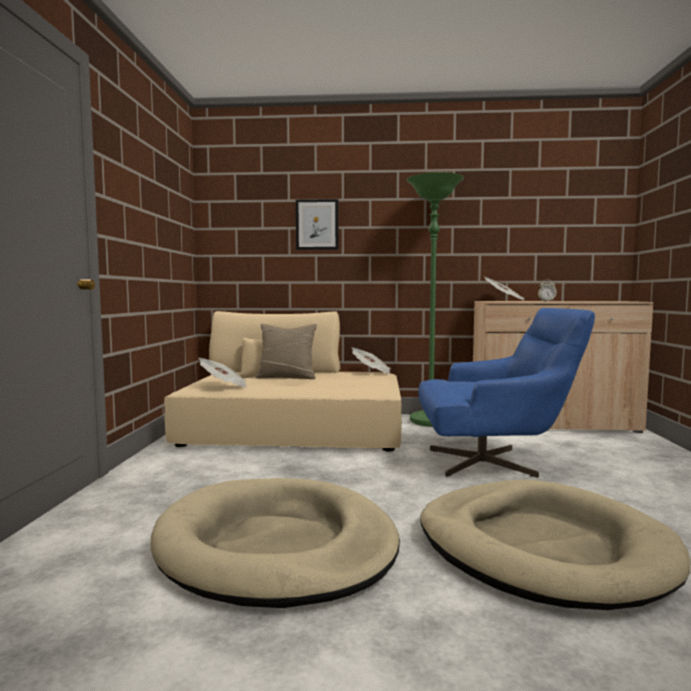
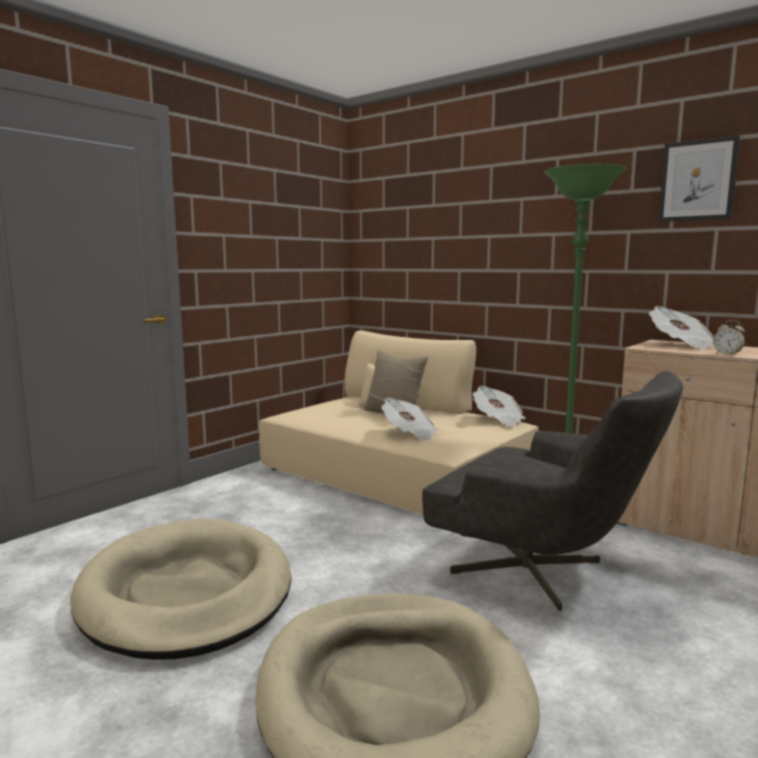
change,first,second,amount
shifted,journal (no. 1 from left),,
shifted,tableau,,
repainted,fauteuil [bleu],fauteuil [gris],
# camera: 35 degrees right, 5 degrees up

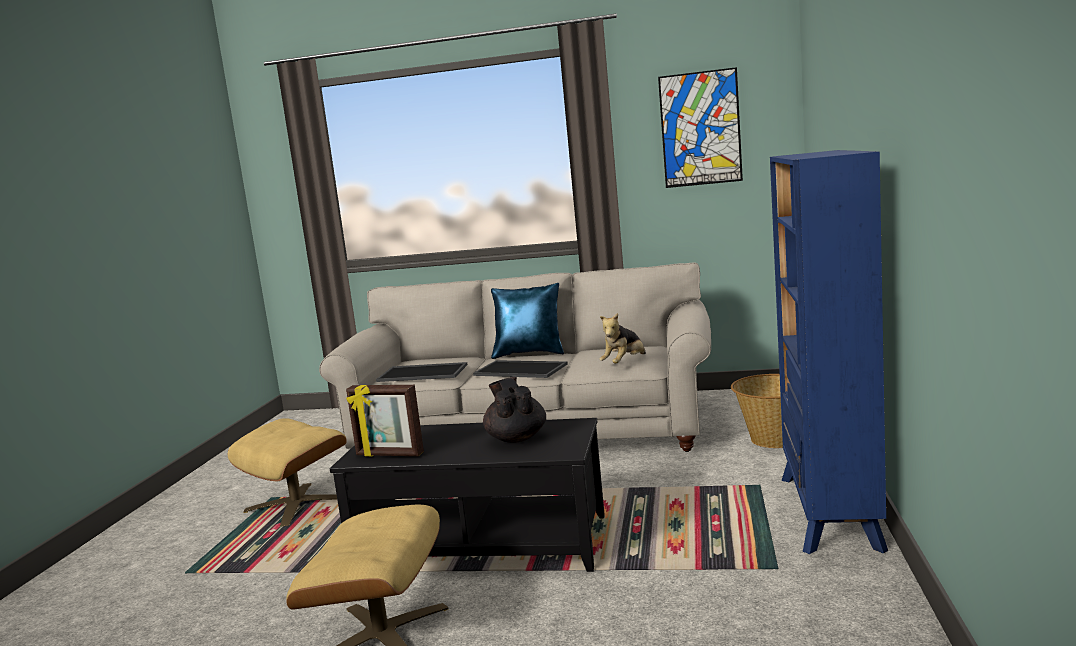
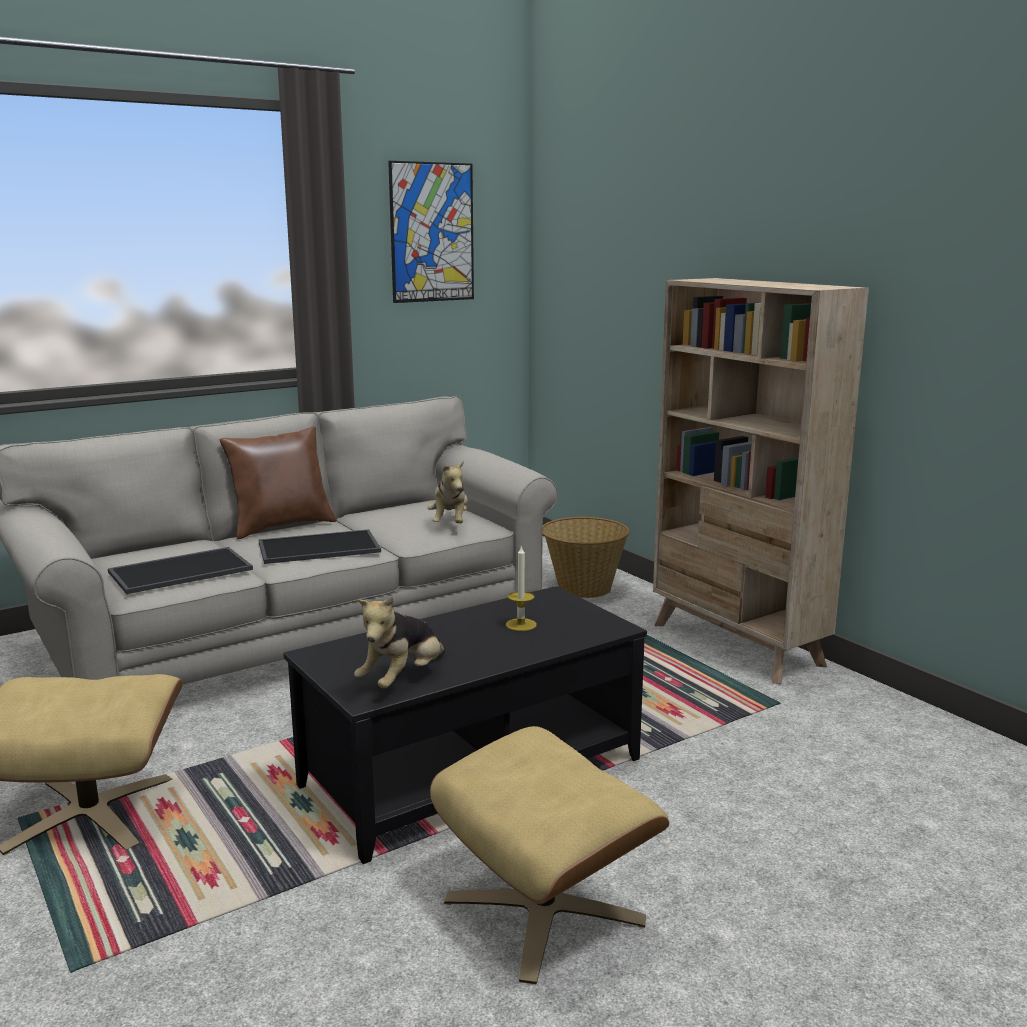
change,first,second,amount
swapped,cadre photo,peluche (no. 1 from left),
swapped,théière [noir],bougie,
repainted,coussin [bleu],coussin [marron],
repainted,bibliothèque [bleu],bibliothèque [beige],
# camera: 45 degrees left, 5 degrees up

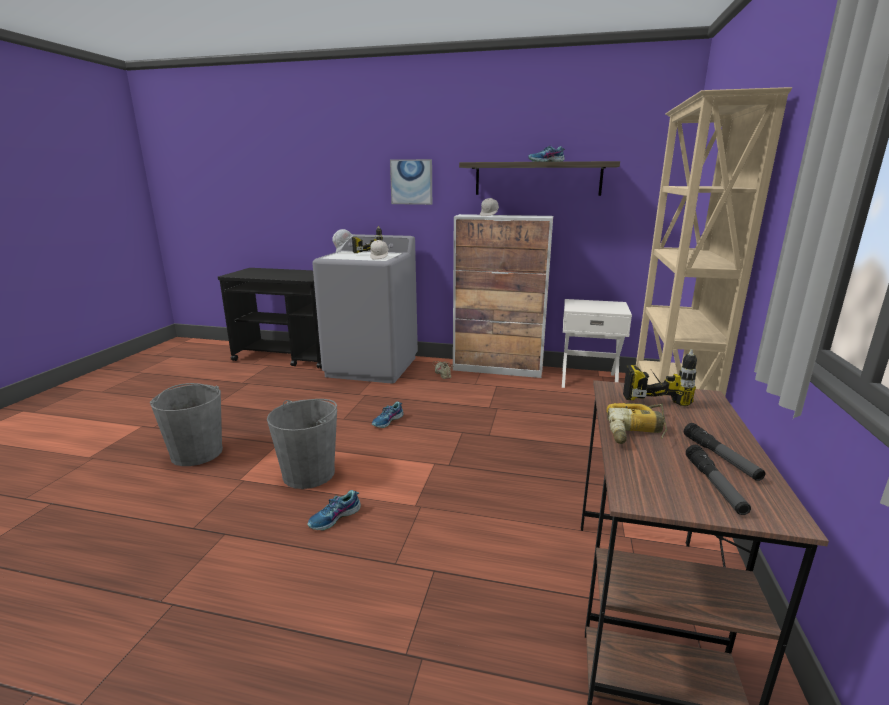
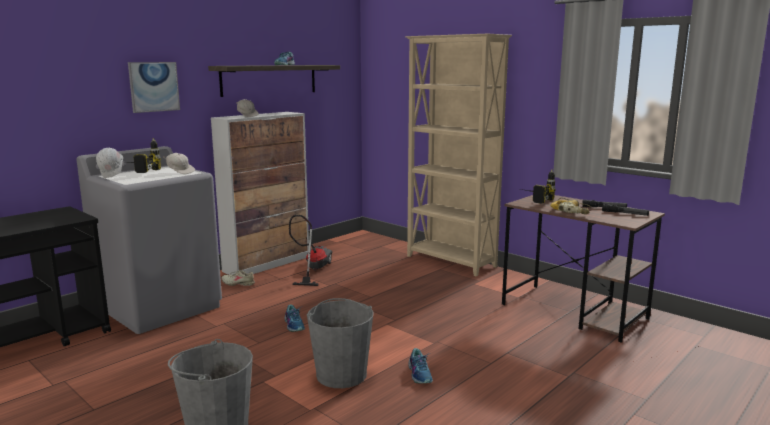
change,first,second,amount
gone,table de chevet [blanc],,
new,,aspirateur,
# camera: 60 degrees left, 5 degrees down

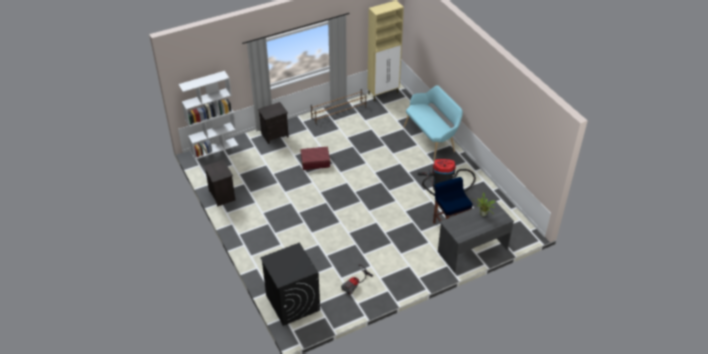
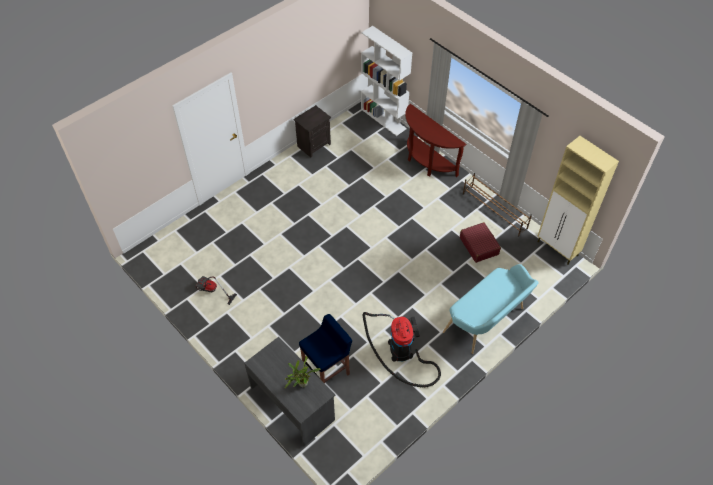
change,first,second,amount
swapped,table de chevet [noir] (no. 2 from left),table console [marron],
gone,lave-linge [noir],,
shifted,valise [rouge],,
# camera: 75 degrees right, 10 degrees up

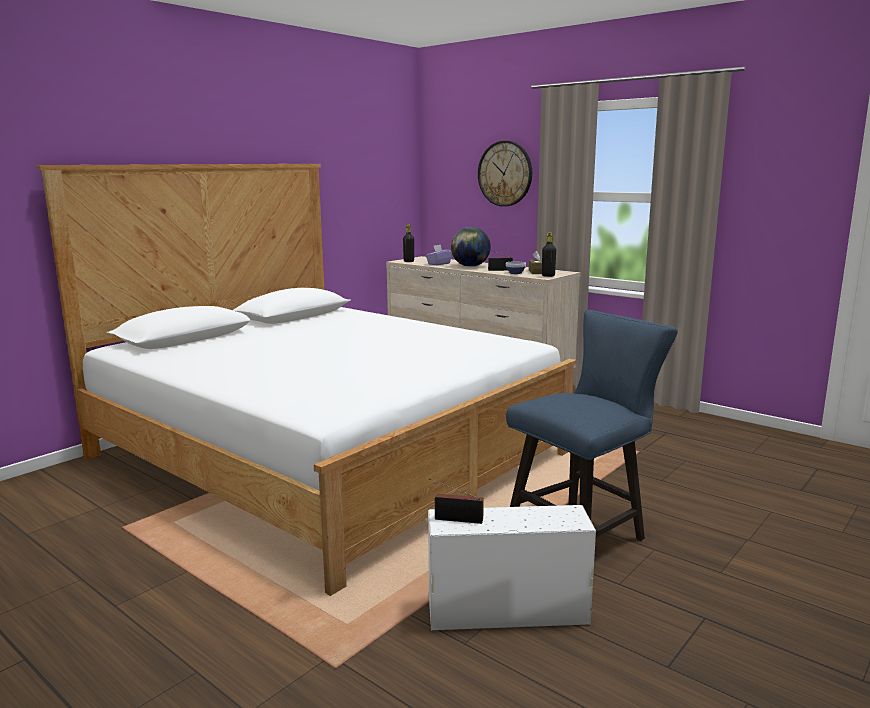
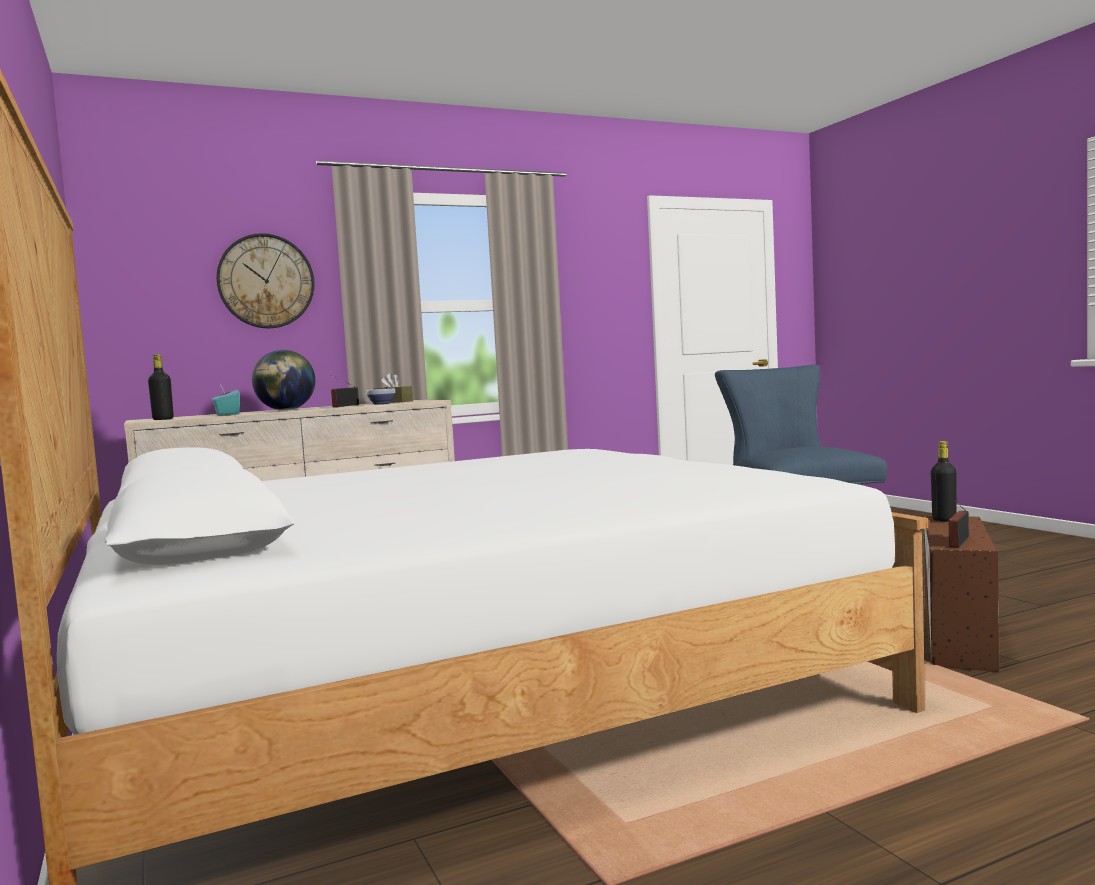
change,first,second,amount
repainted,boîte à mouchoirs [violet],boîte à mouchoirs [turquoise],
repainted,boîte de rangement [blanc],boîte de rangement [marron],
shifted,bouteille [noir] (no. 2 from left),,
# camera: 65 degrees left, 10 degrees down

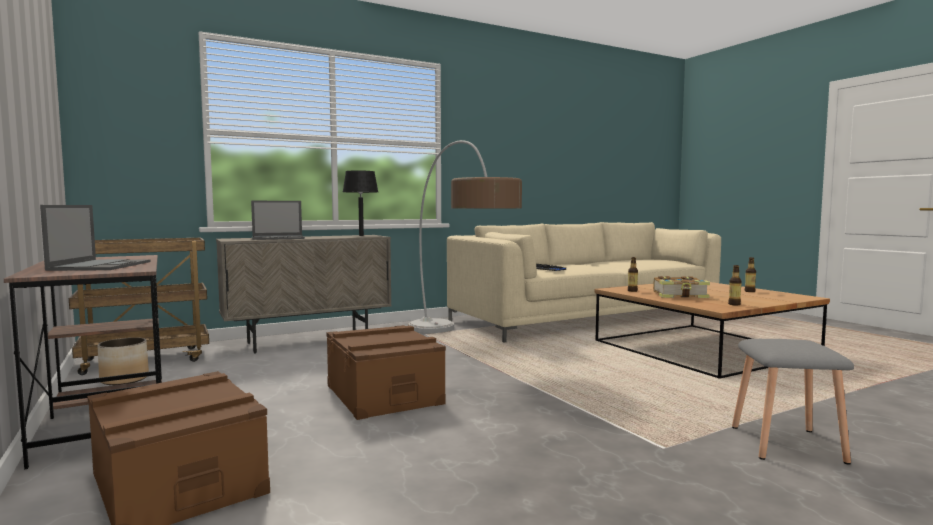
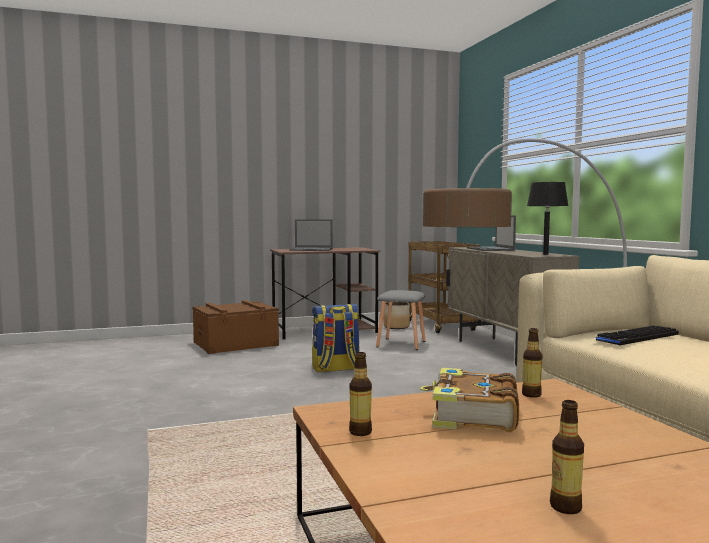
change,first,second,amount
swapped,boîte de rangement [marron] (no. 2 from left),sac à dos,
shifted,tabouret [gris],,
# camera: 100 degrees right, 0 degrees up

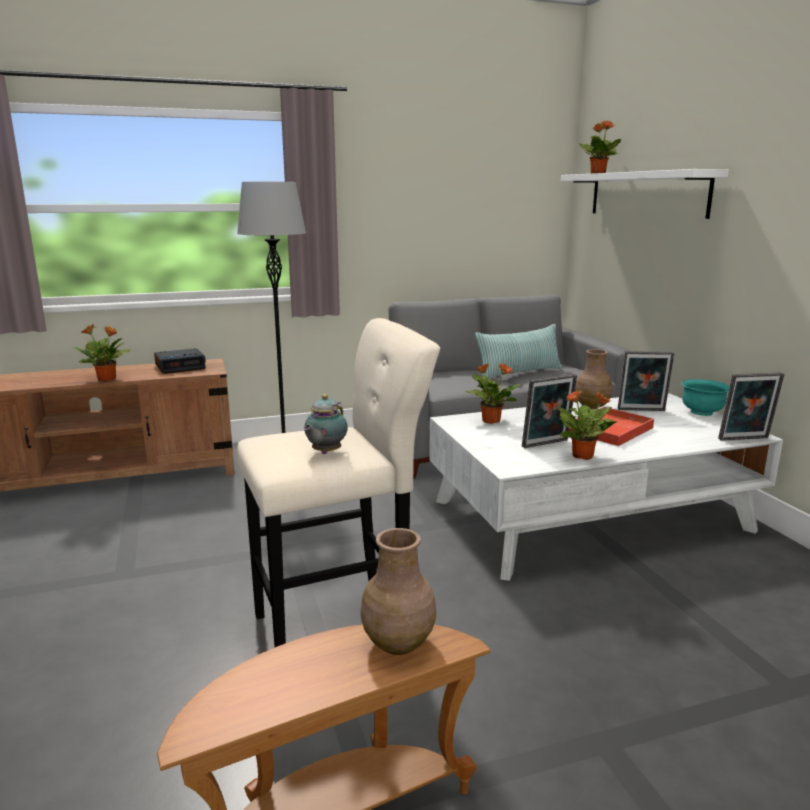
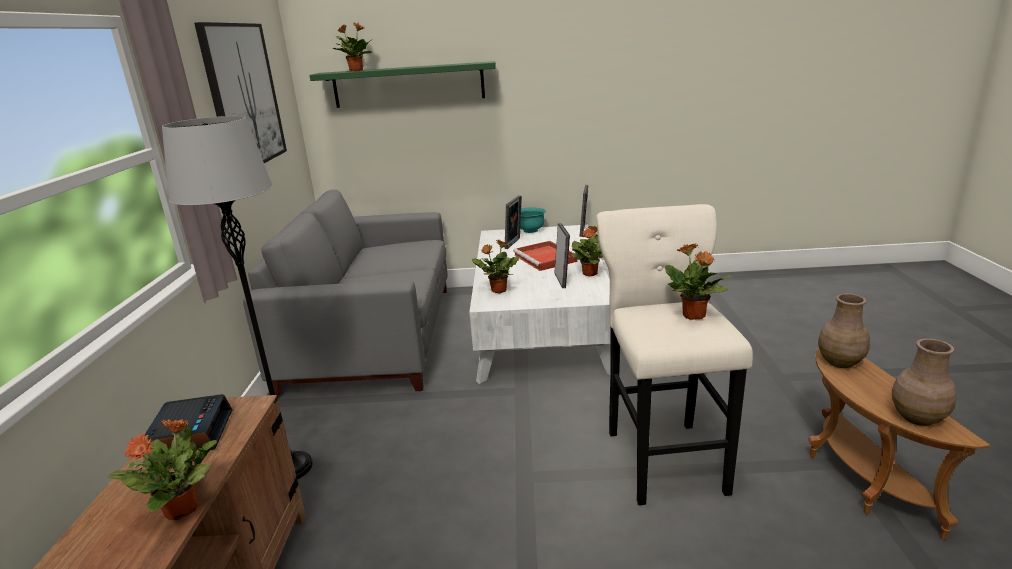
change,first,second,amount
swapped,théière,plante en pot (no. 5 from left),
gone,coussin,,
repainted,étagère [blanc],étagère [vert],
shifted,vase [marron] (no. 2 from left),,
new,,tableau,
# camera: 70 degrees left, 5 degrees up

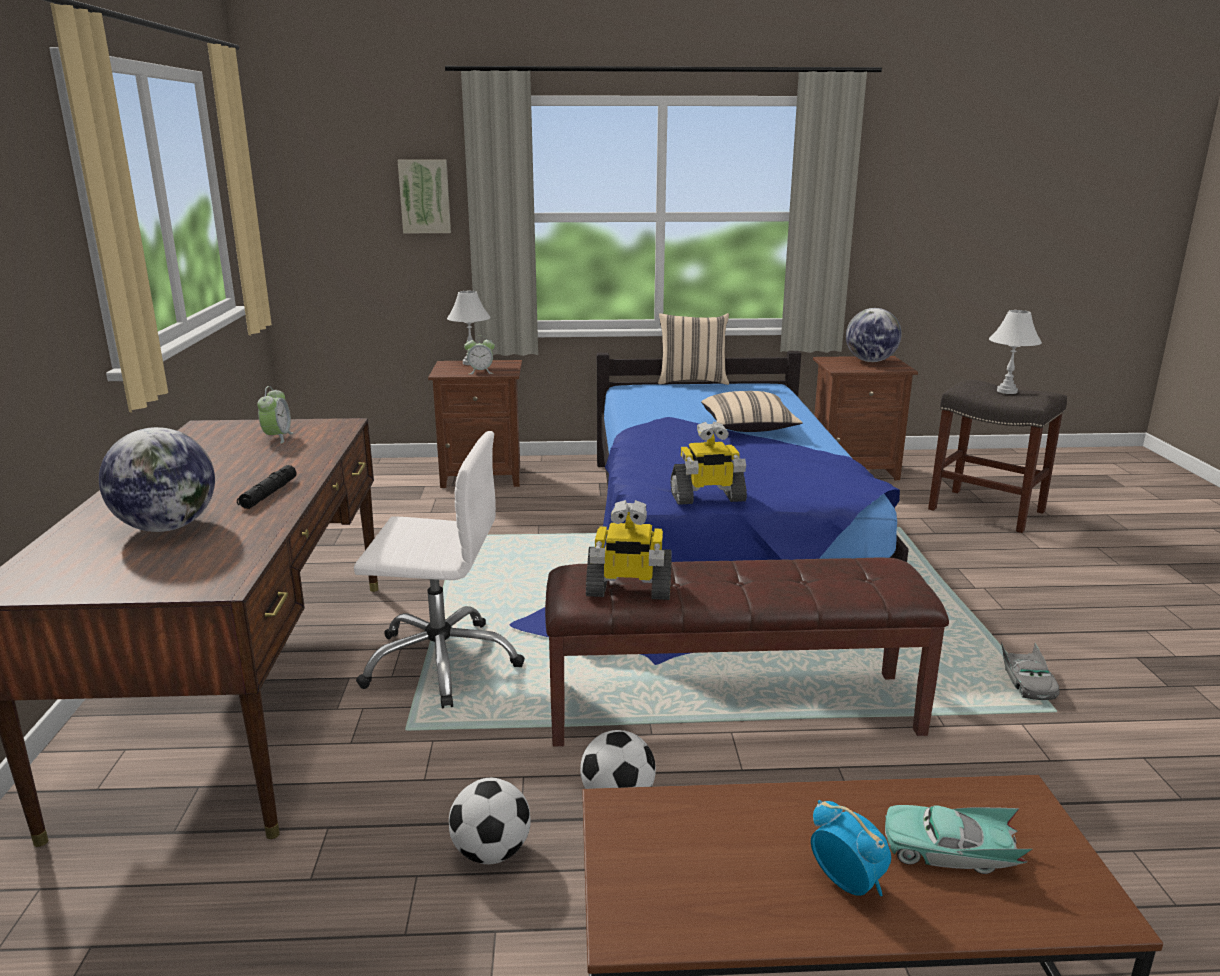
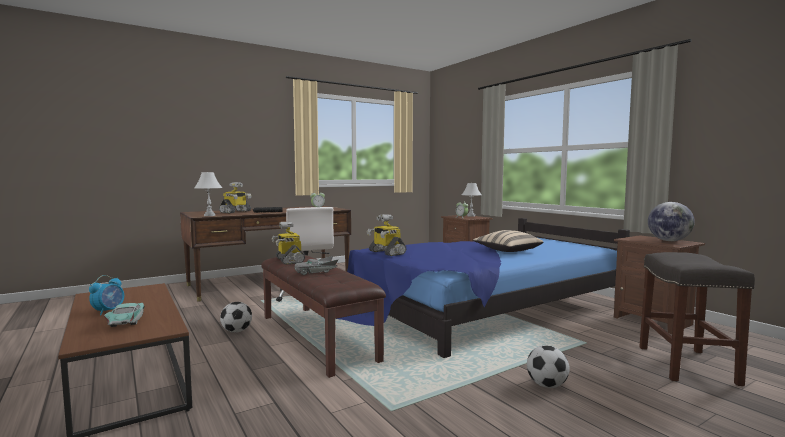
change,first,second,amount
swapped,globe (no. 1 from left),robot jouet (no. 1 from left),
gone,tableau,,
shifted,ballon de foot (no. 1 from left in the first image),ballon de foot (no. 2 from left),
gone,coussin [beige] (no. 1 from left),,
shifted,lampe de table [blanc] (no. 2 from left in the first image),lampe de table [blanc] (no. 1 from left),
shifted,petite voiture [gris],,
# camera: 60 degrees right, 15 degrees down

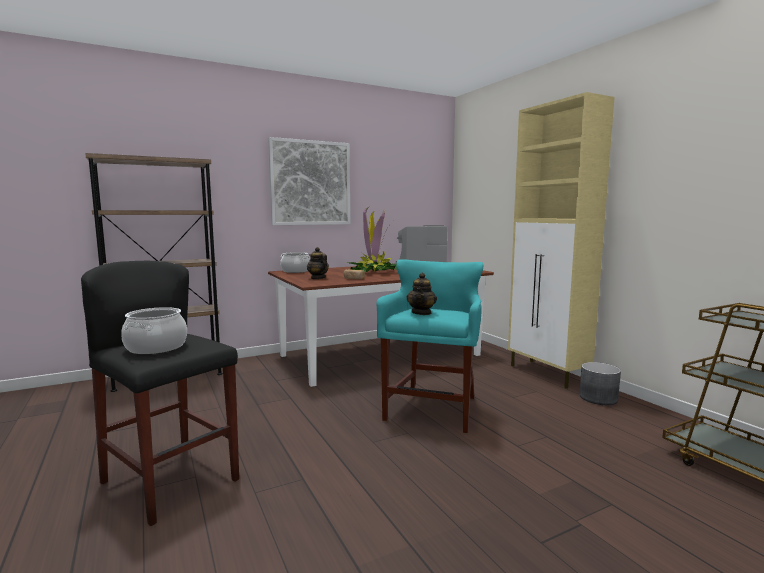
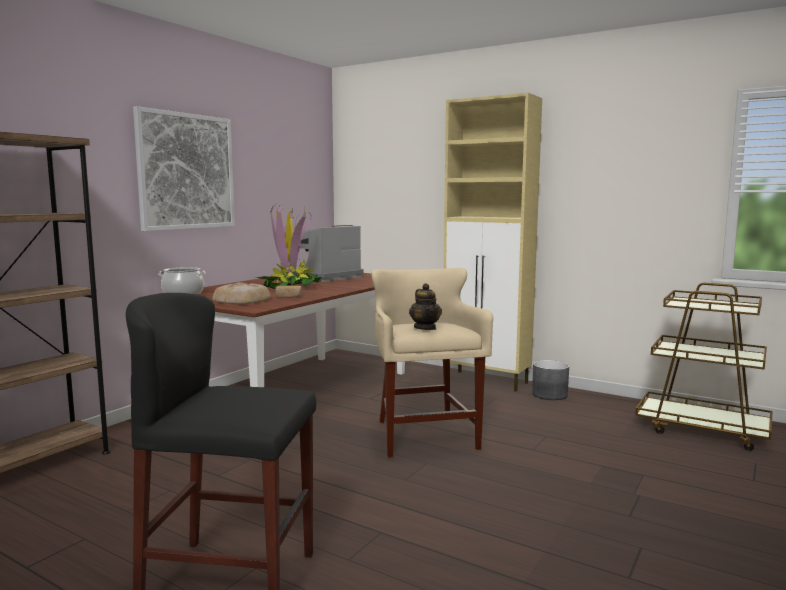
change,first,second,amount
gone,marmite (no. 1 from left),,
swapped,théière (no. 1 from left),pain (no. 1 from left),
repainted,tabouret [turquoise],tabouret [beige],
# camera: 30 degrees left, 0 degrees up

